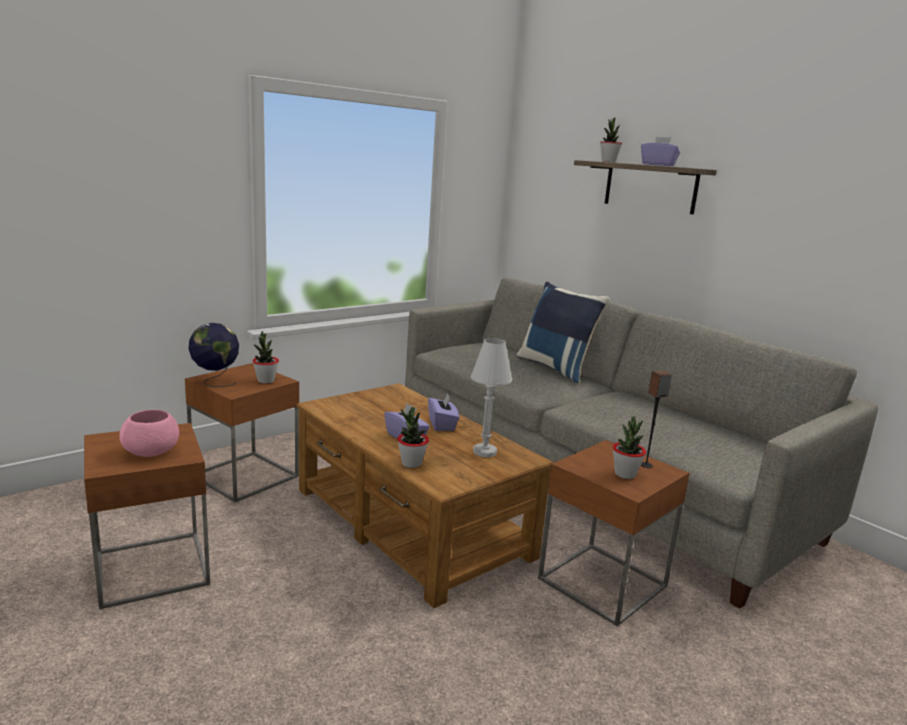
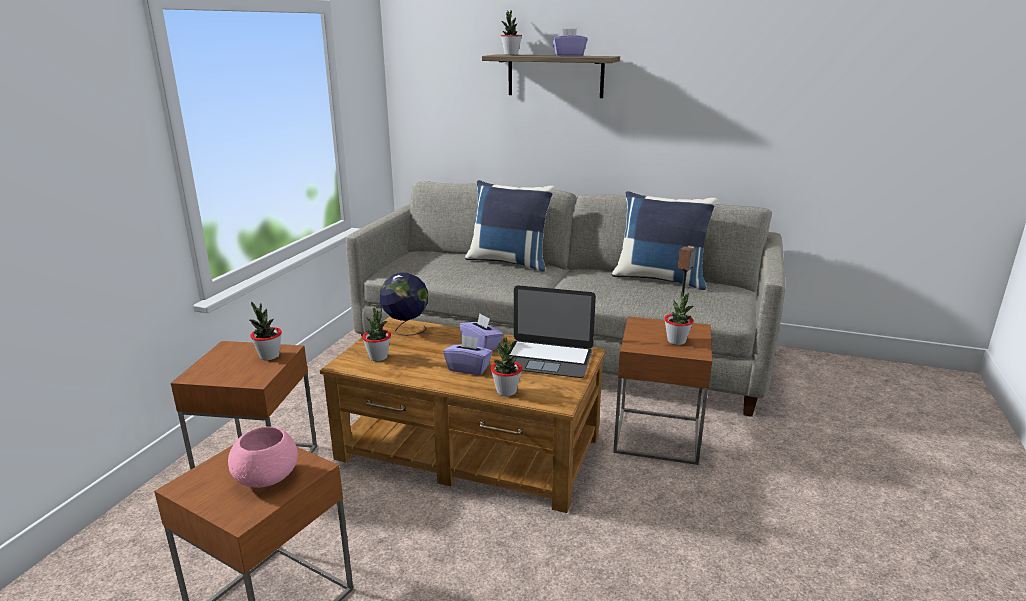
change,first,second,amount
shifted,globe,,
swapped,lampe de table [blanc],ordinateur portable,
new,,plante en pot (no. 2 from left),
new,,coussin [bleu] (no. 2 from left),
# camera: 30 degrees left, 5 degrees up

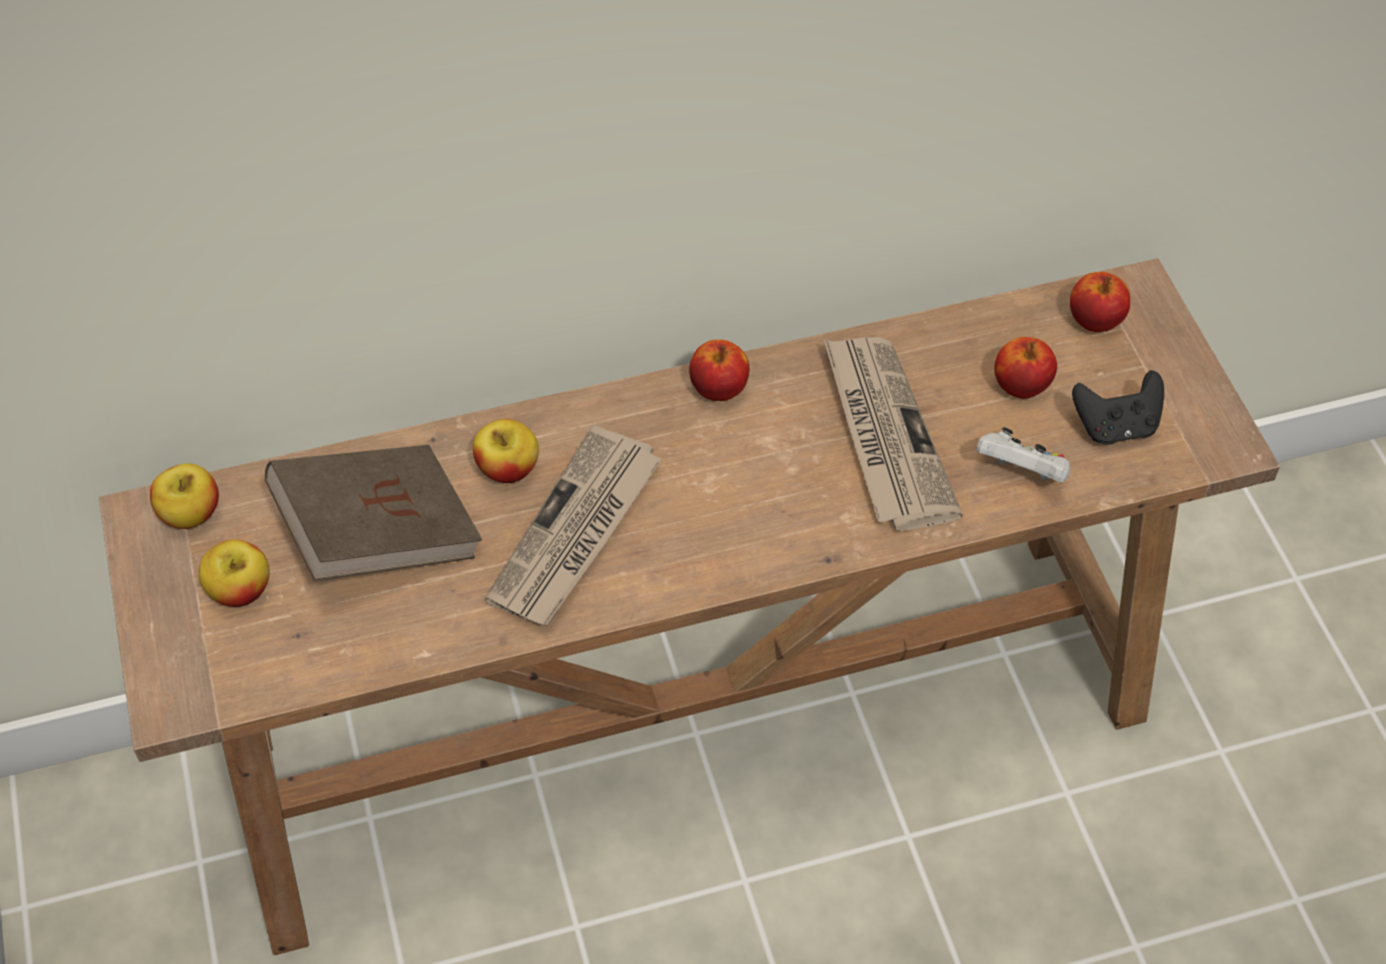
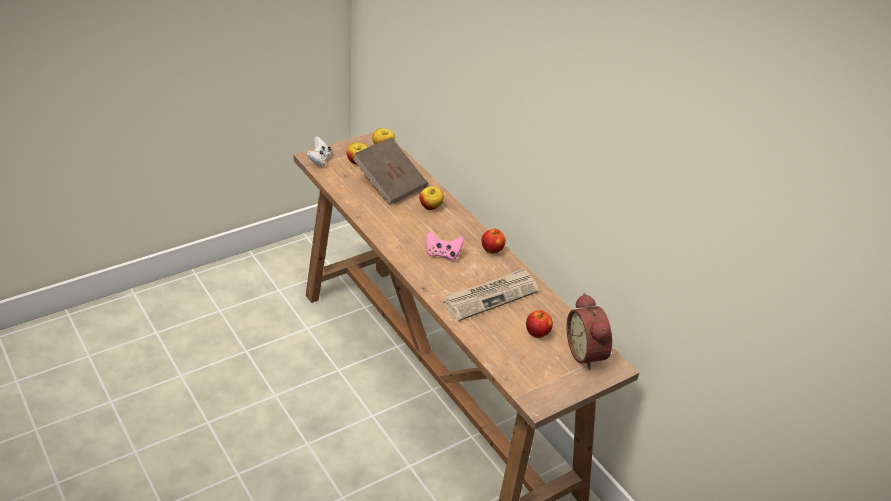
change,first,second,amount
gone,journal (no. 1 from left),,
shifted,manette [blanc],,
swapped,pomme (no. 6 from left),réveil,
gone,manette [noir],,
new,,manette [rose],
# camera: 70 degrees right, 15 degrees down

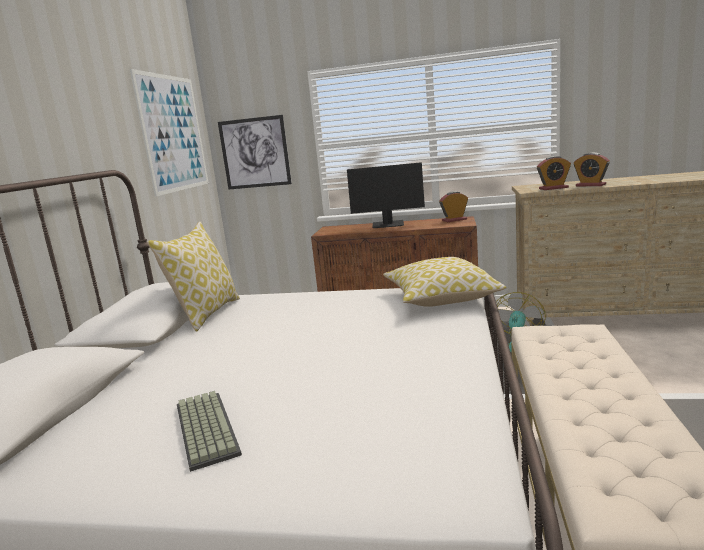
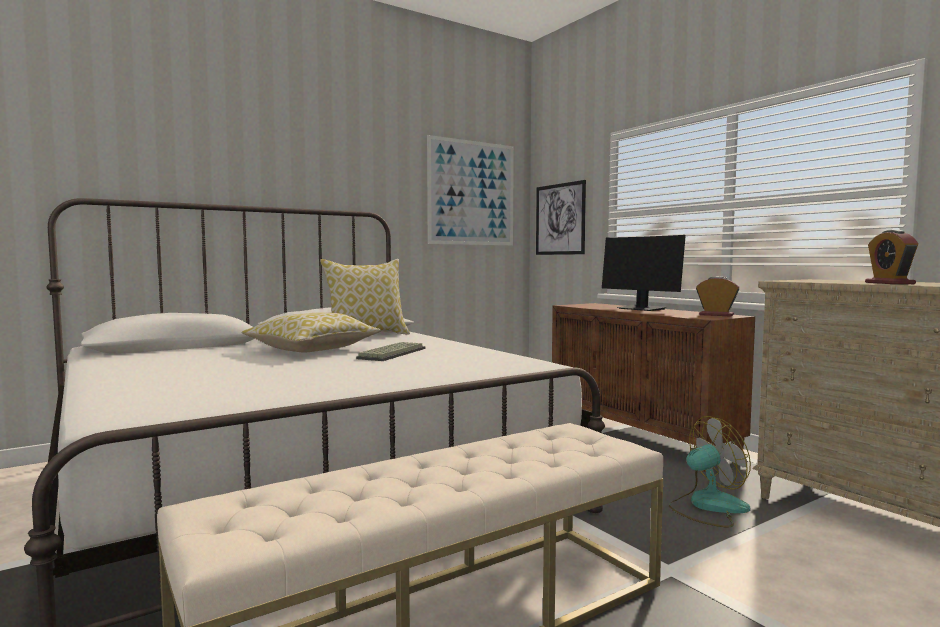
change,first,second,amount
shifted,clavier,,
shifted,coussin (no. 2 from left in the first image),coussin (no. 1 from left),
gone,réveil (no. 2 from left),,
# camera: 45 degrees right, 10 degrees down

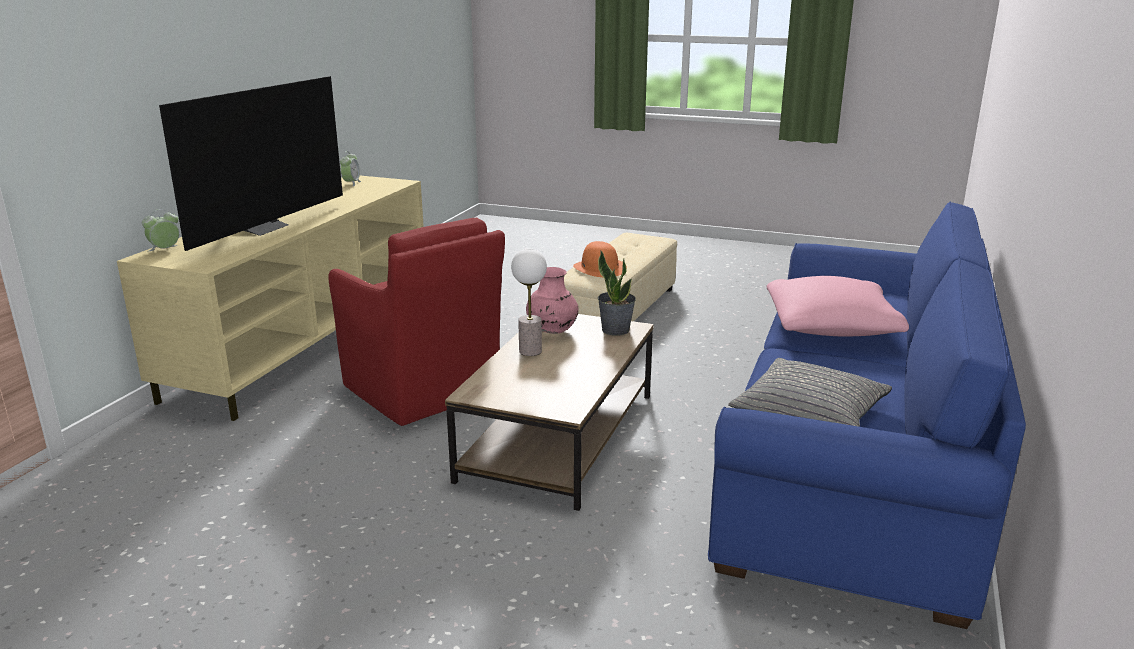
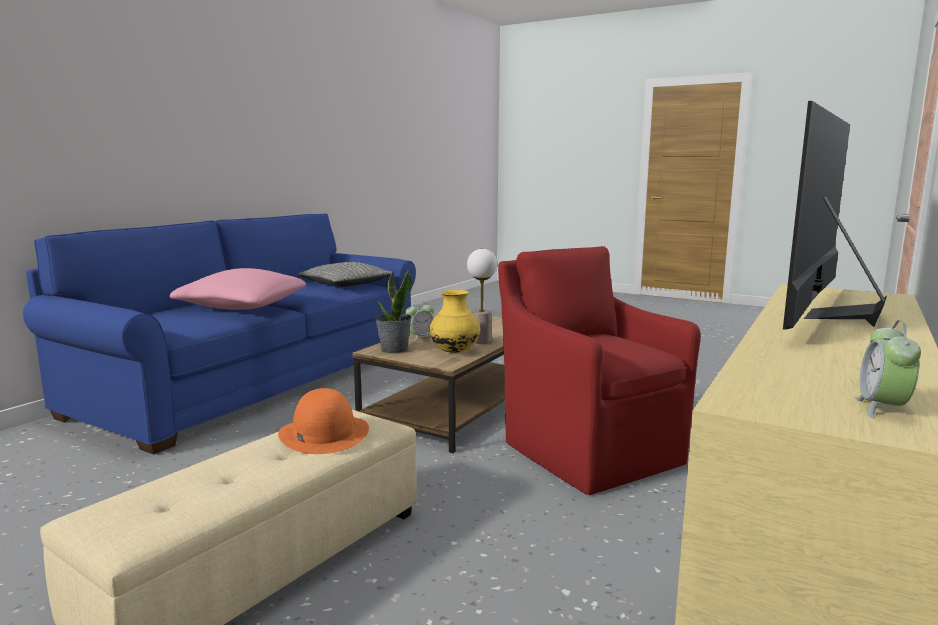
change,first,second,amount
shifted,réveil (no. 1 from left),,
repainted,vase [rose],vase [jaune],
# camera: 170 degrees left, 10 degrees down

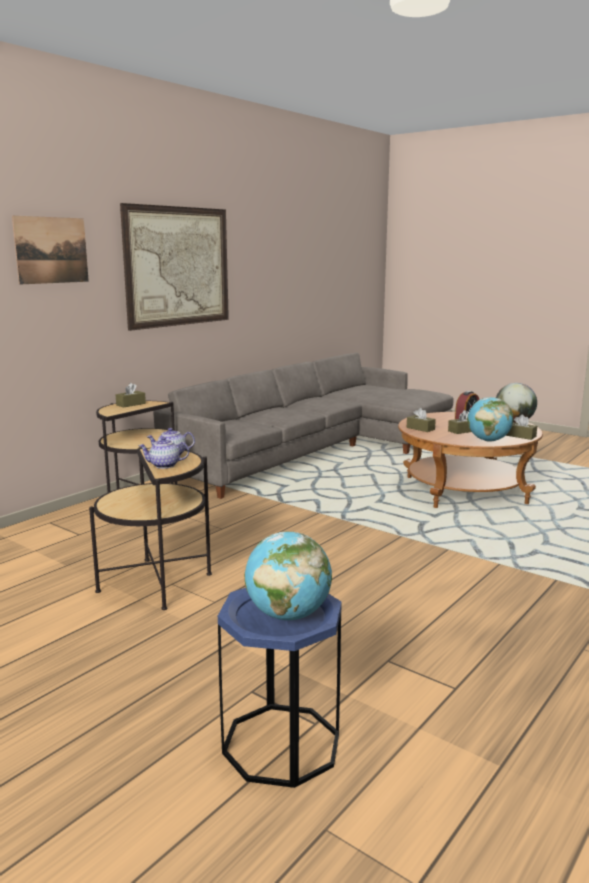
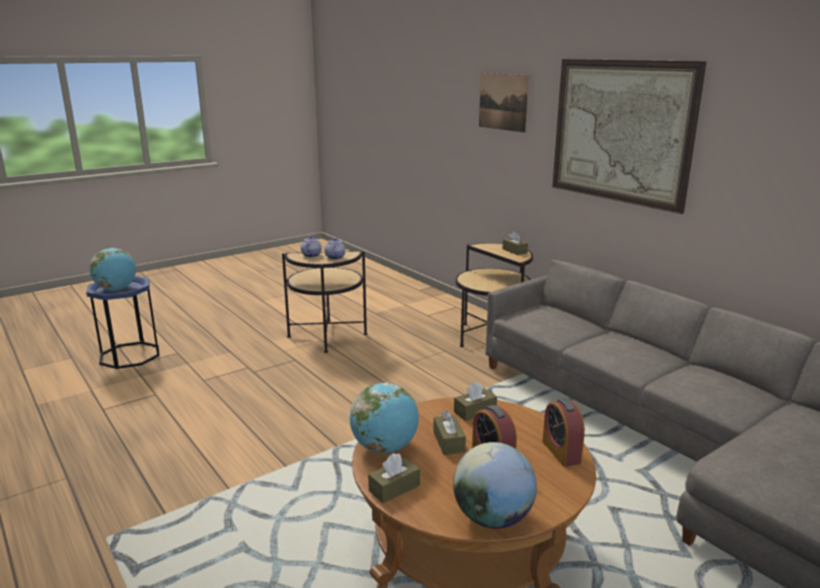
change,first,second,amount
new,,réveil (no. 2 from left),
# camera: 105 degrees right, 5 degrees up

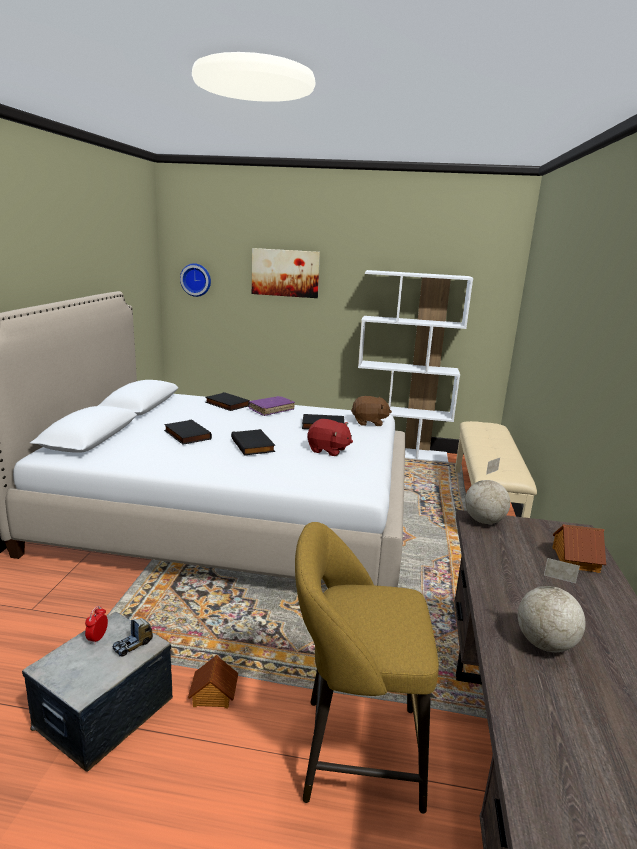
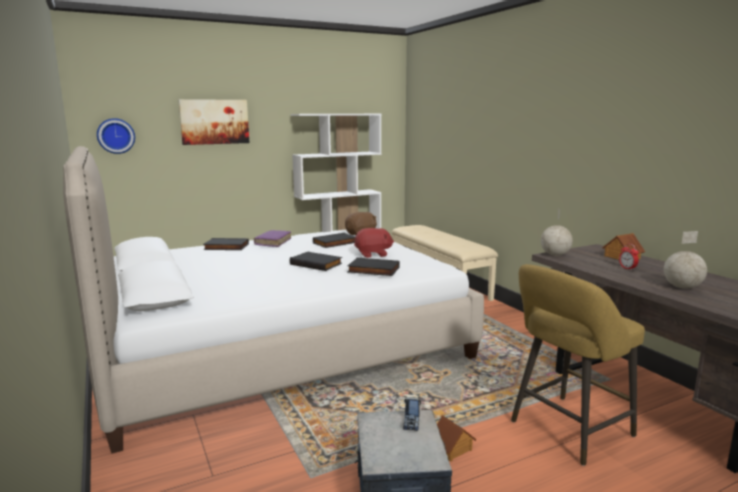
change,first,second,amount
shifted,réveil,,
shifted,livre [noir] (no. 1 from left in the first image),livre [noir] (no. 4 from left),
# camera: 35 degrees left, 5 degrees down

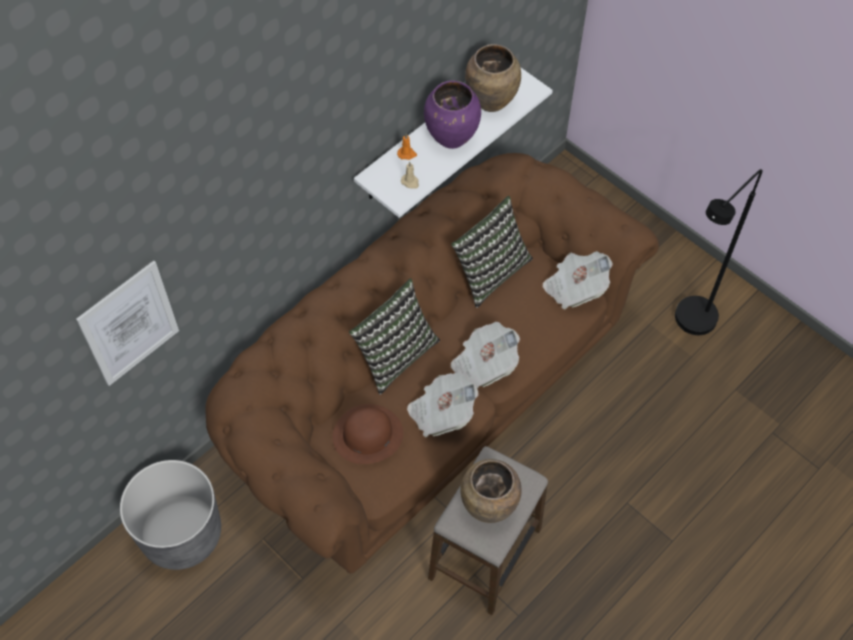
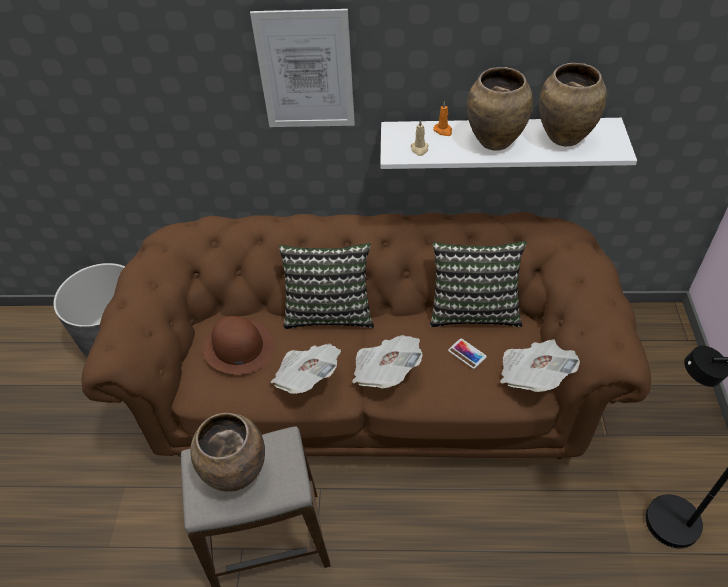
change,first,second,amount
shifted,tableau,,
repainted,vase [violet],vase [marron] (no. 2 from left),
new,,téléphone,
# camera: 50 degrees right, 10 degrees down

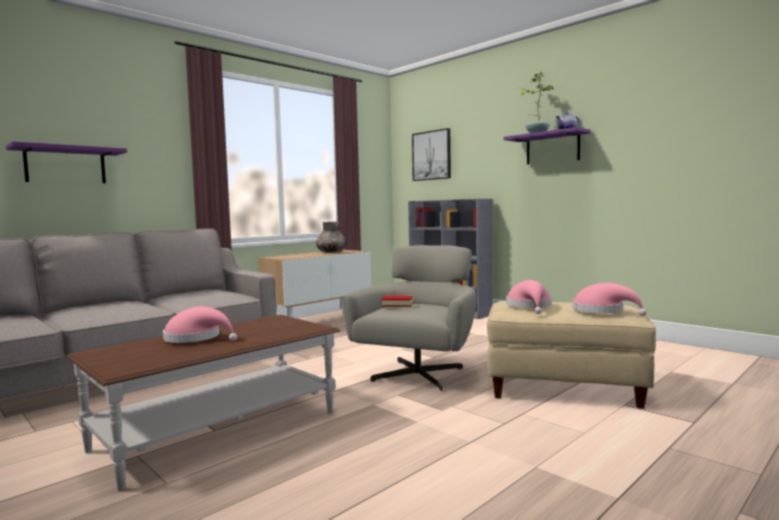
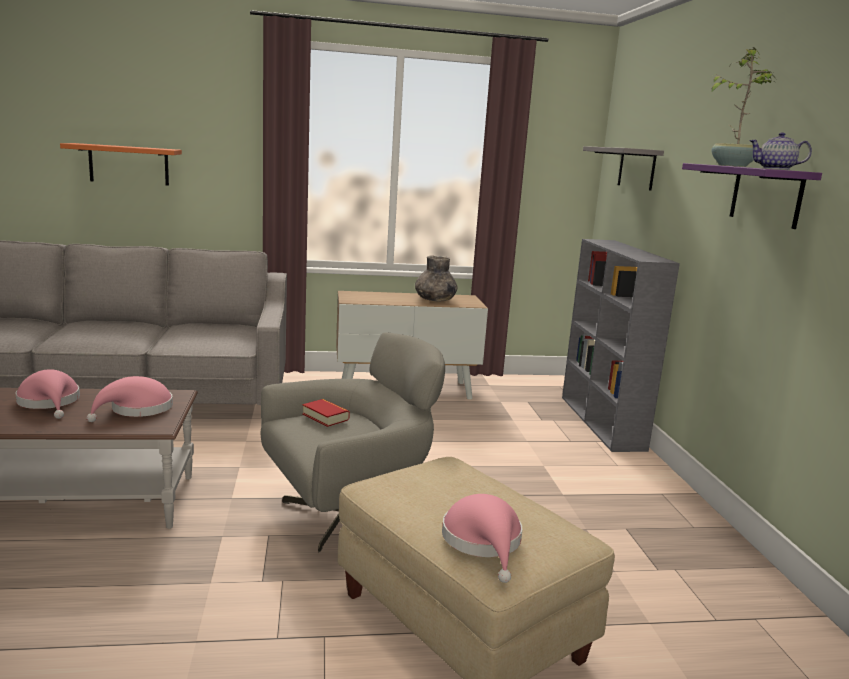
change,first,second,amount
repainted,étagère [violet] (no. 1 from left),étagère [orange],
swapped,tableau,étagère [gris],
shifted,chapeau [rose] (no. 2 from left),,
# camera: 35 degrees right, 10 degrees up

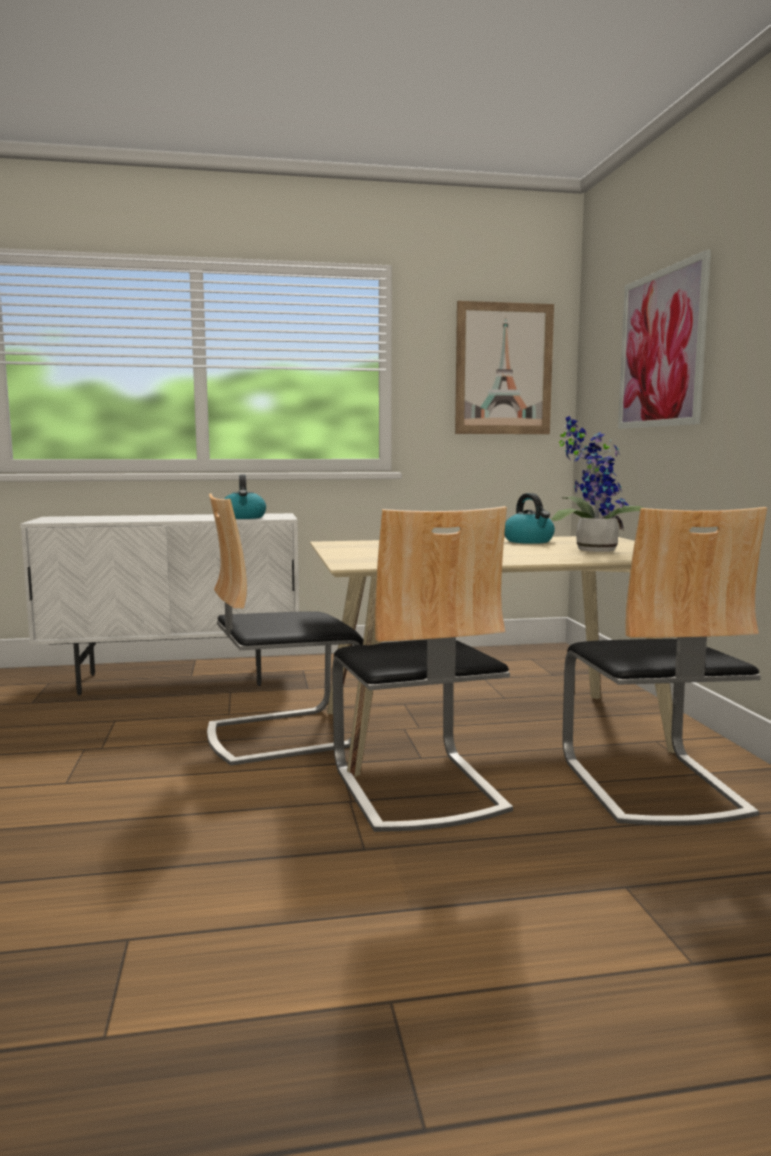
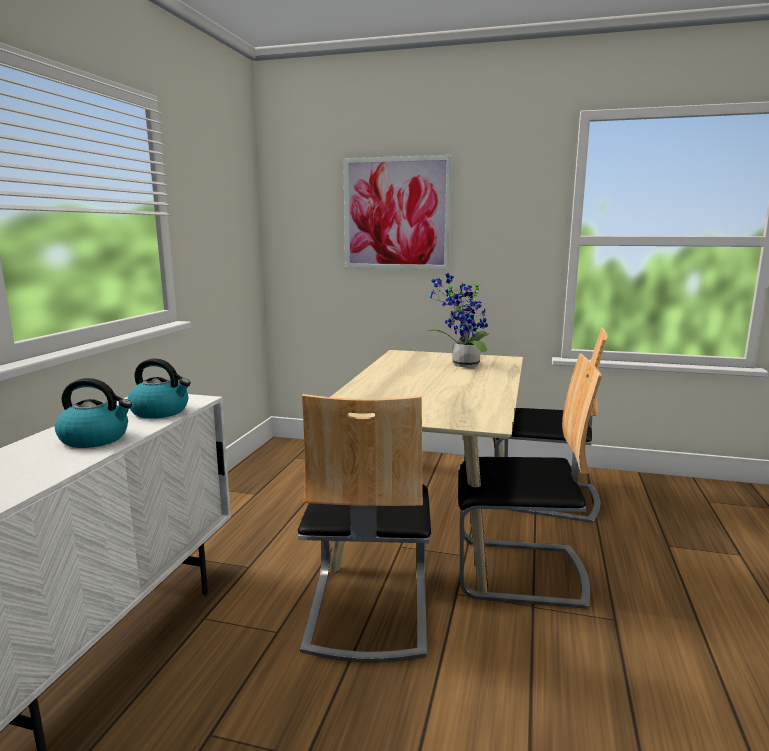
change,first,second,amount
gone,tableau (no. 1 from left),,
shifted,bouilloire (no. 2 from left in the first image),bouilloire (no. 1 from left),
# camera: 65 degrees left, 5 degrees up

